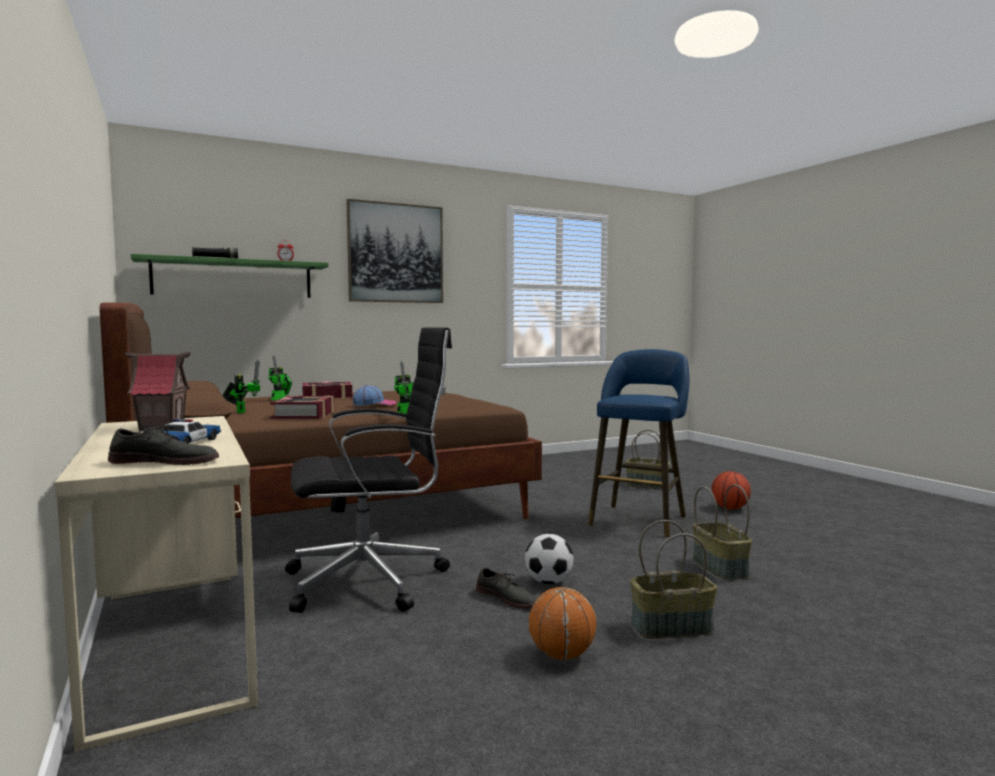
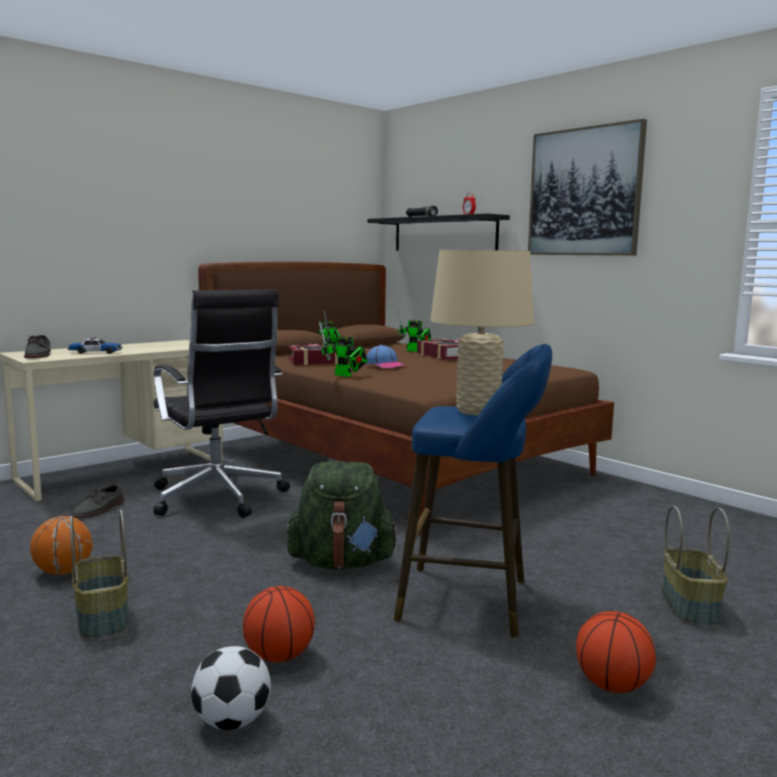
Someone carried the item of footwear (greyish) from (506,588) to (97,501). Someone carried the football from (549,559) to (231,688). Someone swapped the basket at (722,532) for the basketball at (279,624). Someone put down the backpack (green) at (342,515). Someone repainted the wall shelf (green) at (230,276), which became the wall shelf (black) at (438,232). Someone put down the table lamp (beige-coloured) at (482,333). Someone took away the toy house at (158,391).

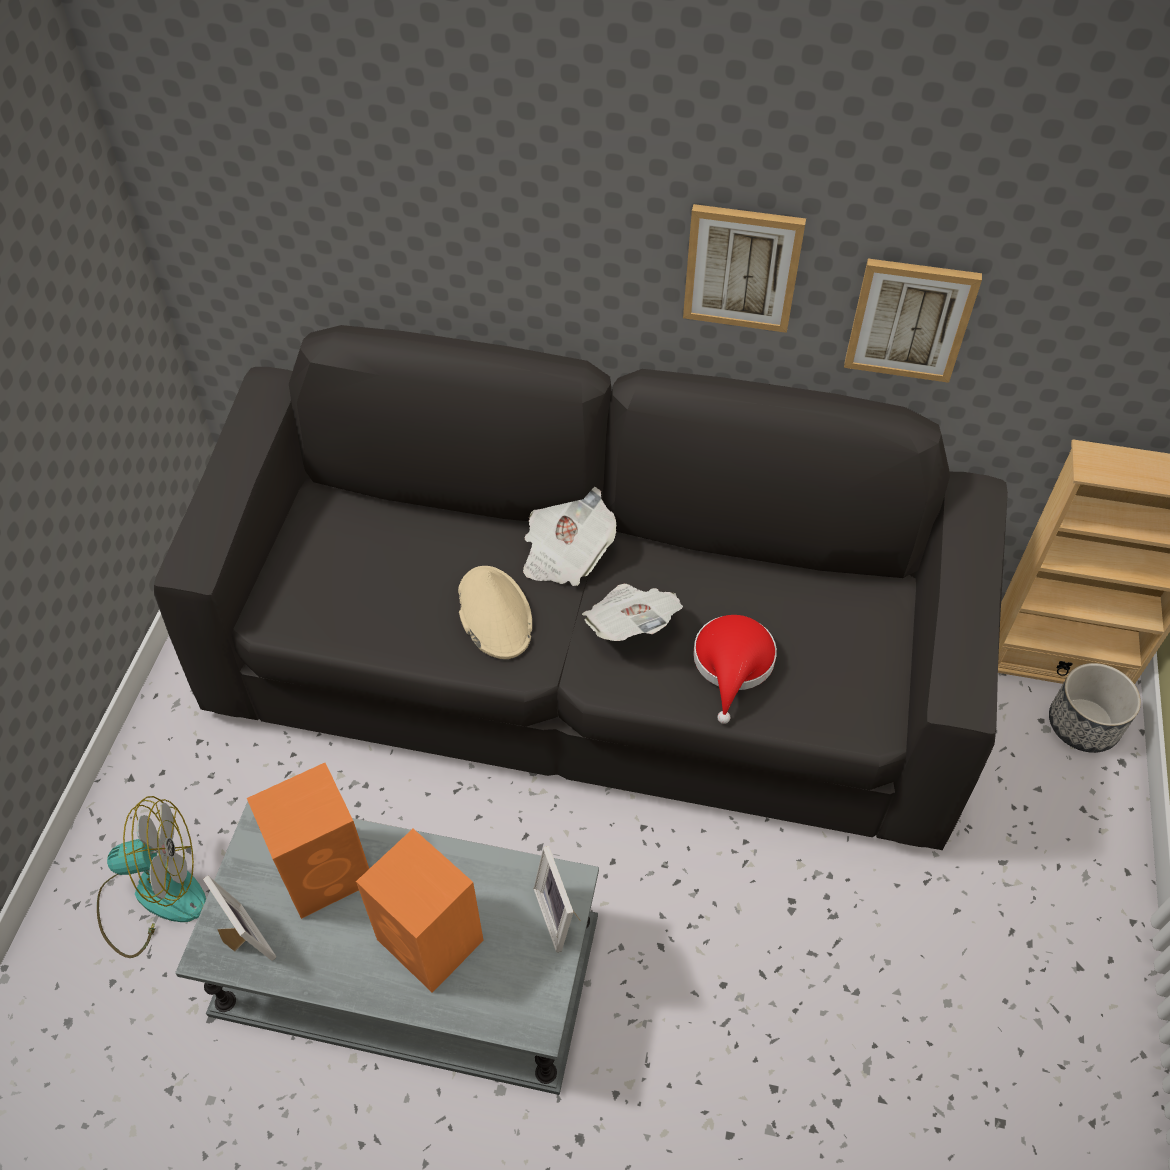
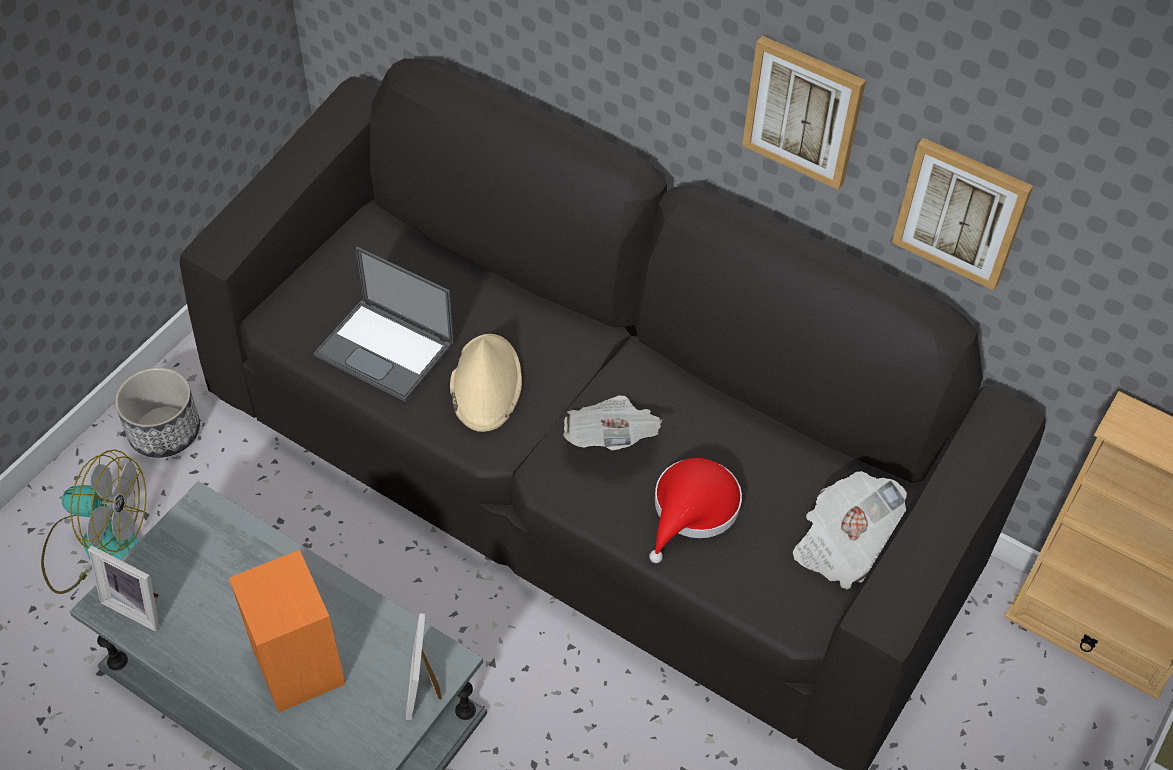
Someone rotated the photo frame at (239,918) by 135 degrees clockwise. Someone carried the flower pot from (1095,708) to (157,412). Someone put down the notebook computer at (384,324). Someone carried the daily paper from (569,536) to (850,530). Someone took away the loudspeaker (orange) at (308,841).

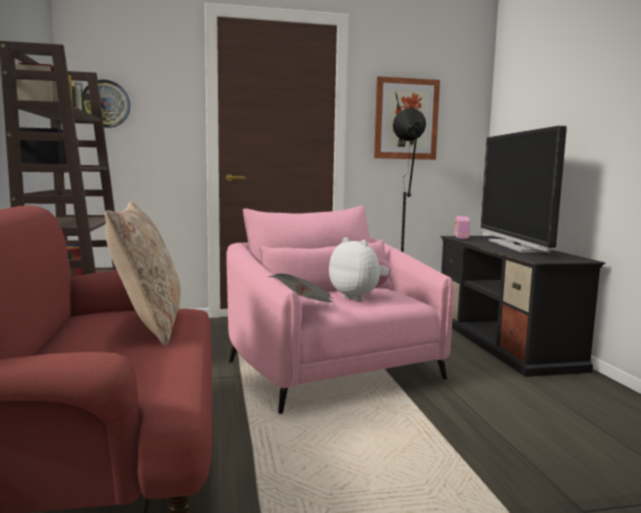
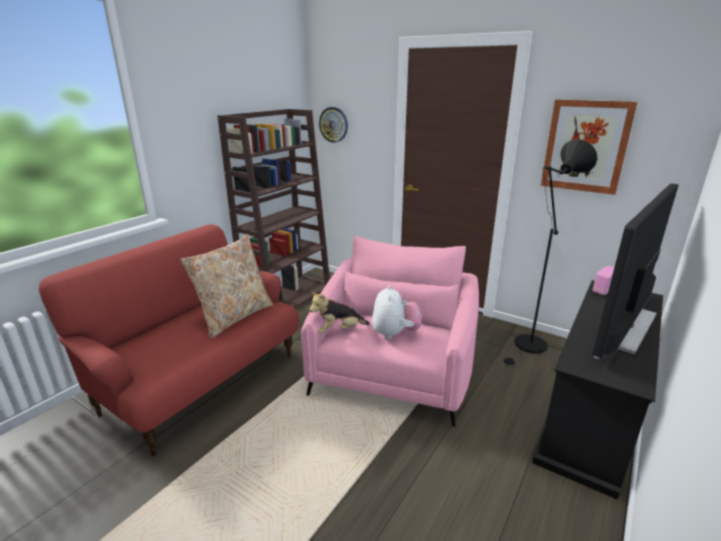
Someone swapped the daily paper at (301,288) for the soft toy at (339,312).

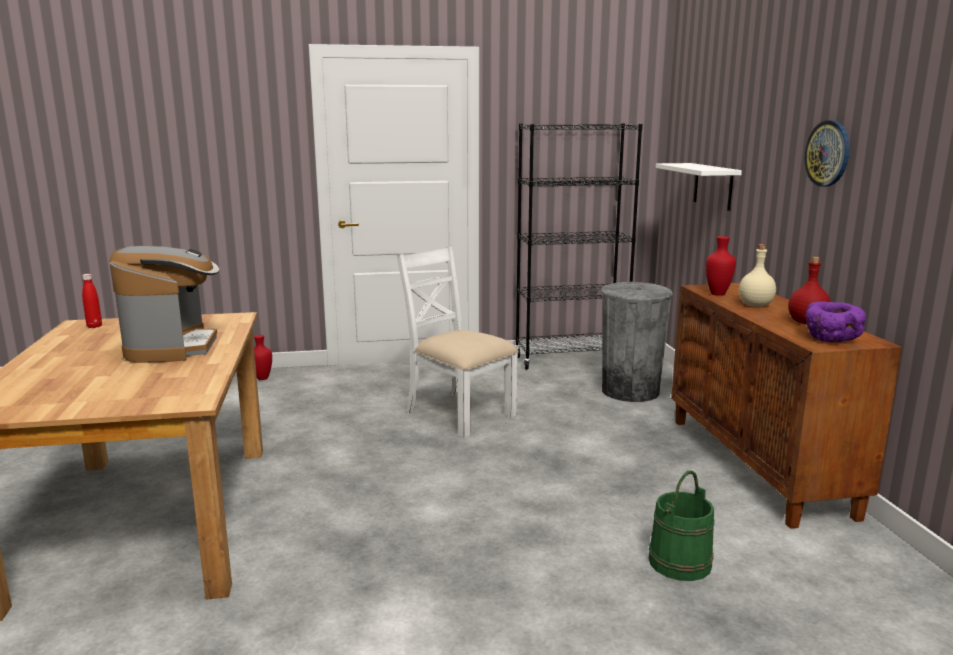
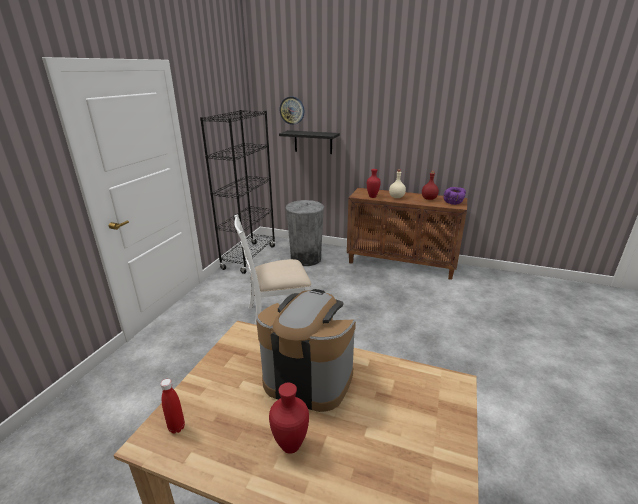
Someone carried the flower vase (red) from (263,357) to (289,418). Someone carried the hanging clock from (827,153) to (291,111). Someone repainted the wall shelf (whitish) at (699,187), which became the wall shelf (black) at (309,142). Someone took away the water bucket (green) at (681,525).

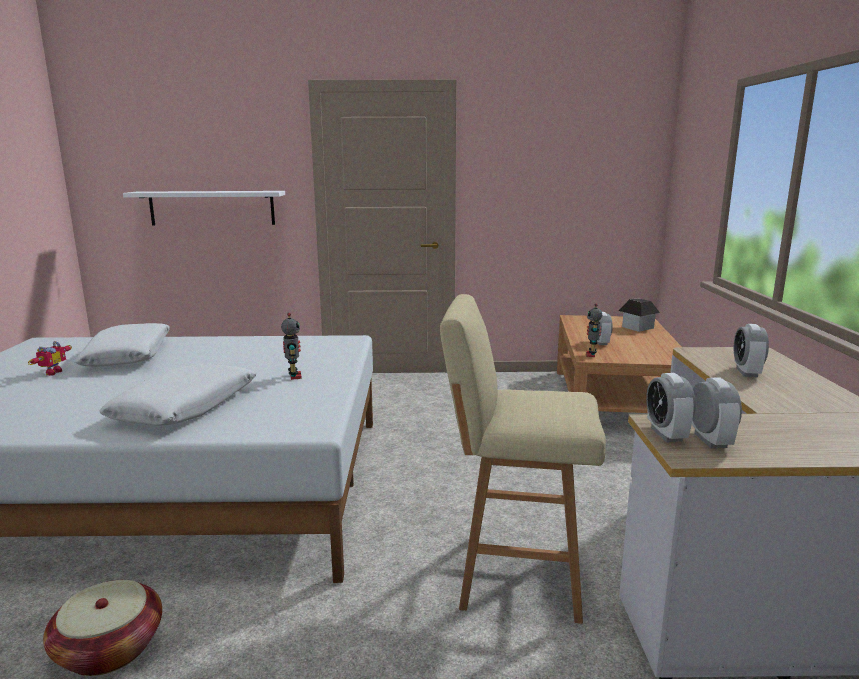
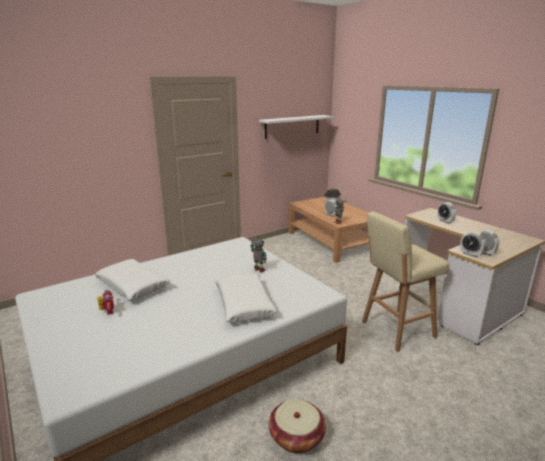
Someone carried the wall shelf (whitish) from (204,208) to (296,127).

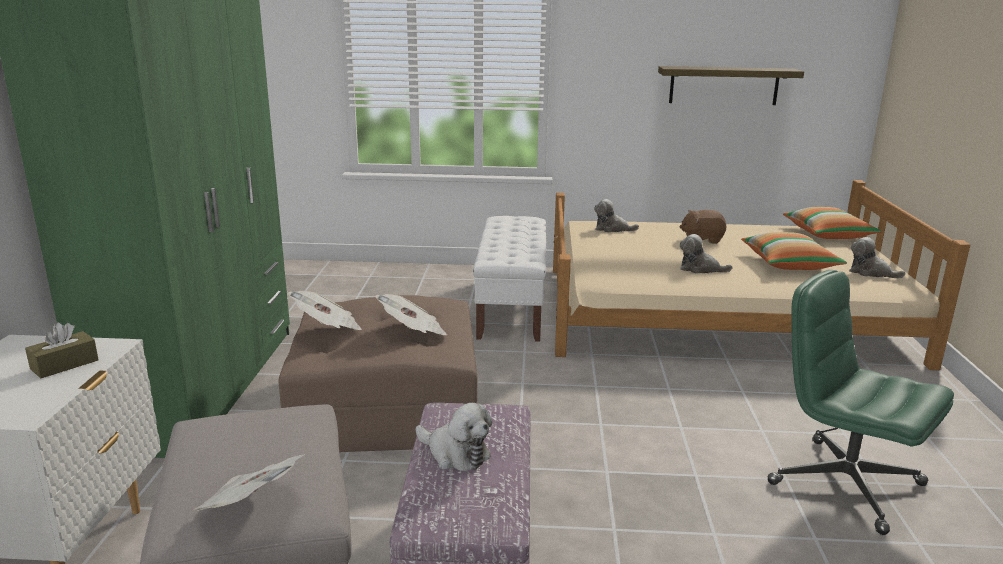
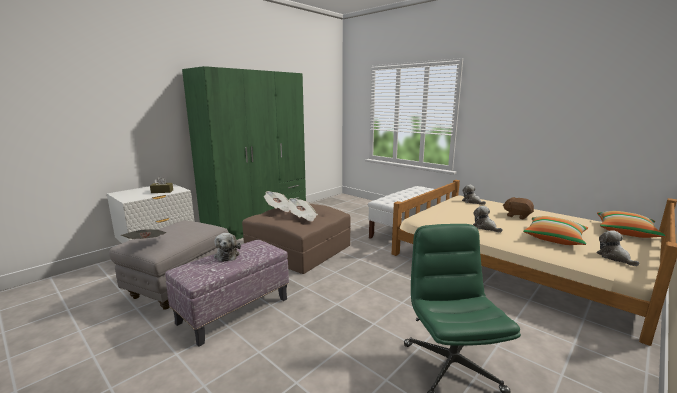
Someone took away the wall shelf at (731,85).

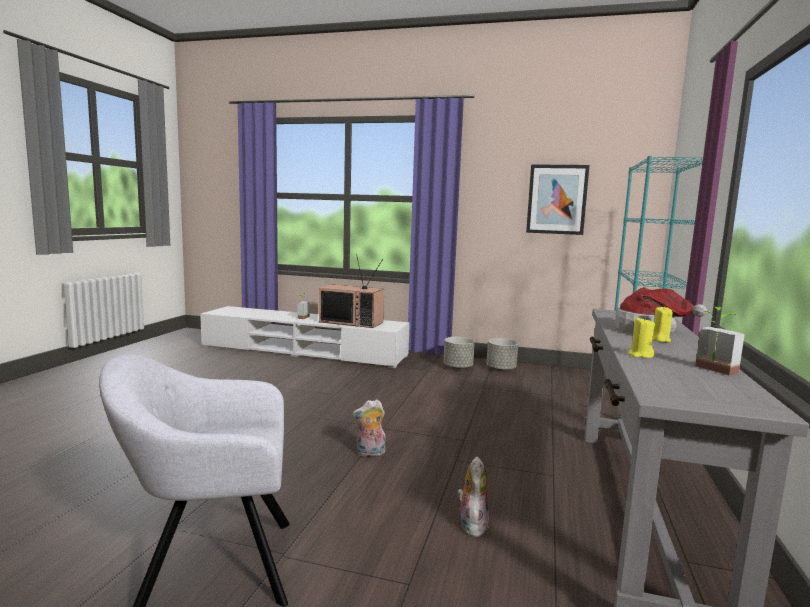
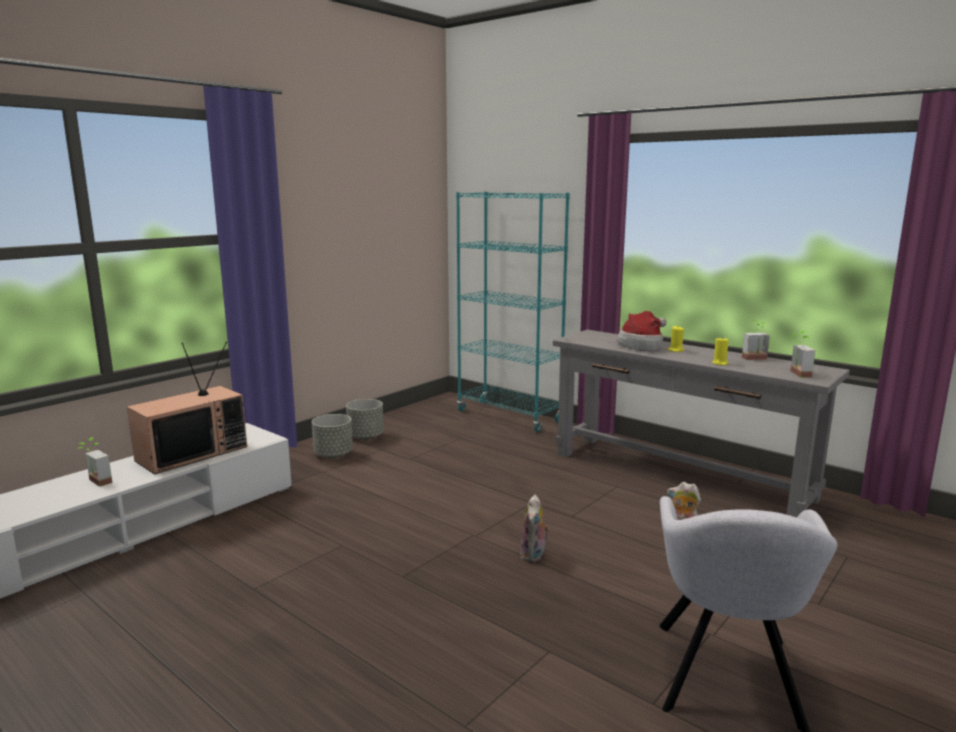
Someone put down the plant in a pot at (802,354). Someone took away the wall art at (558,199).

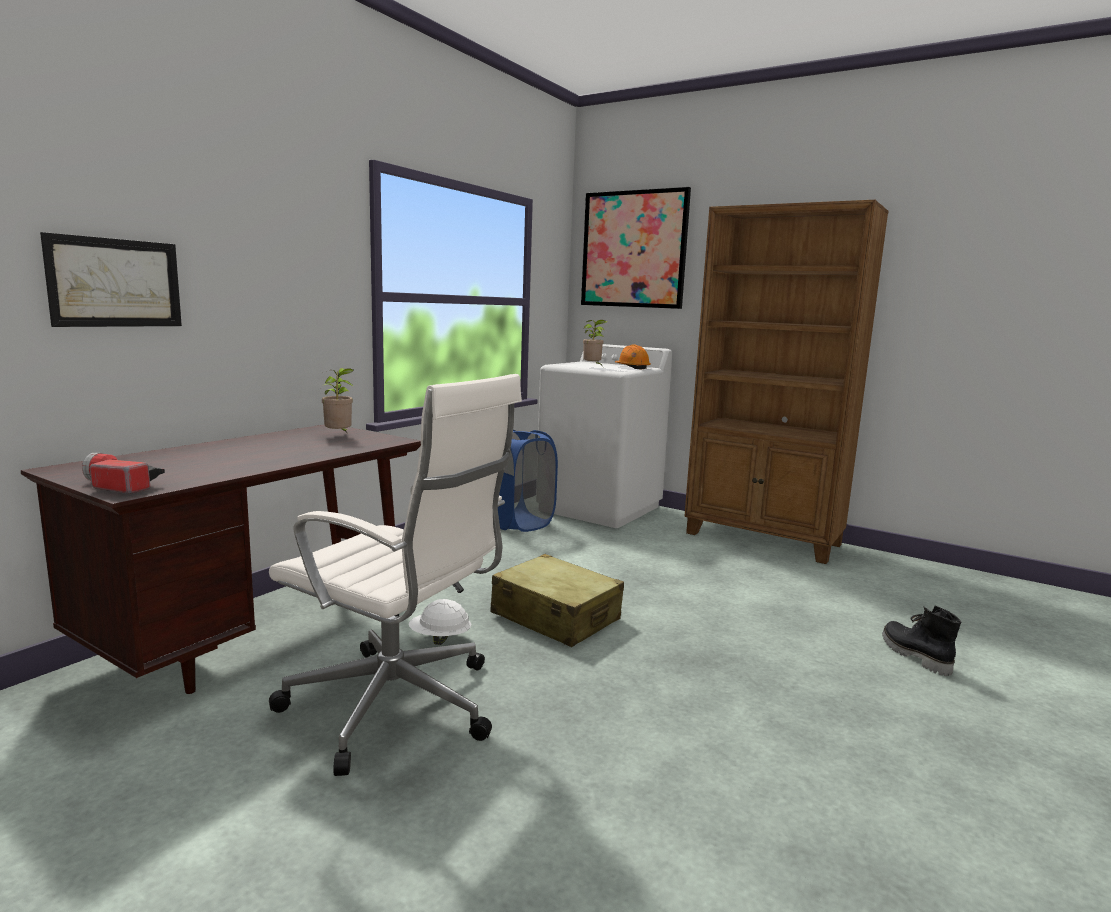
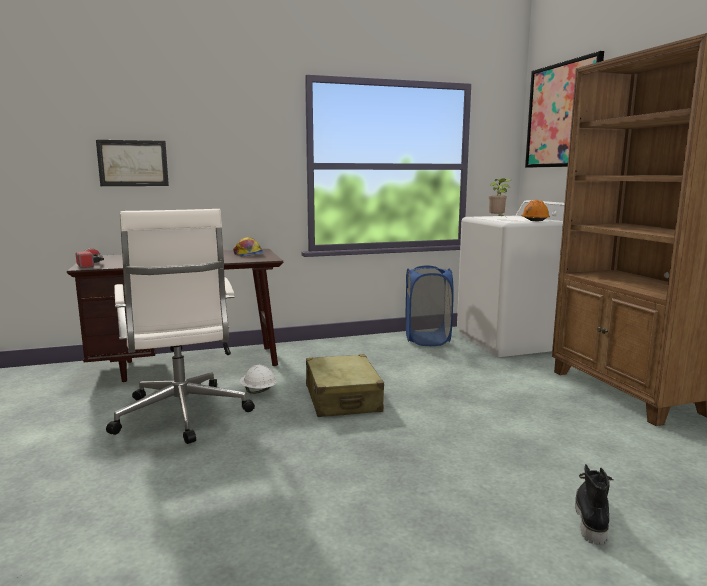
Someone swapped the plant in a pot at (337,400) for the cap at (248,247).

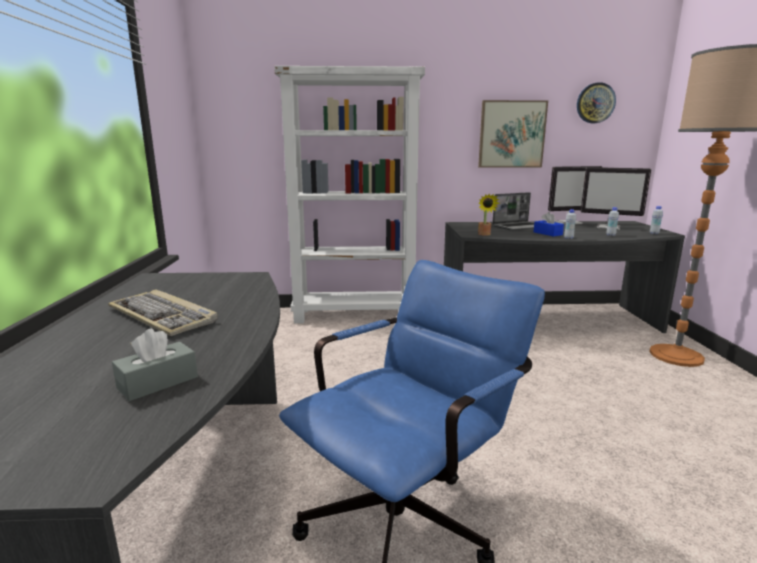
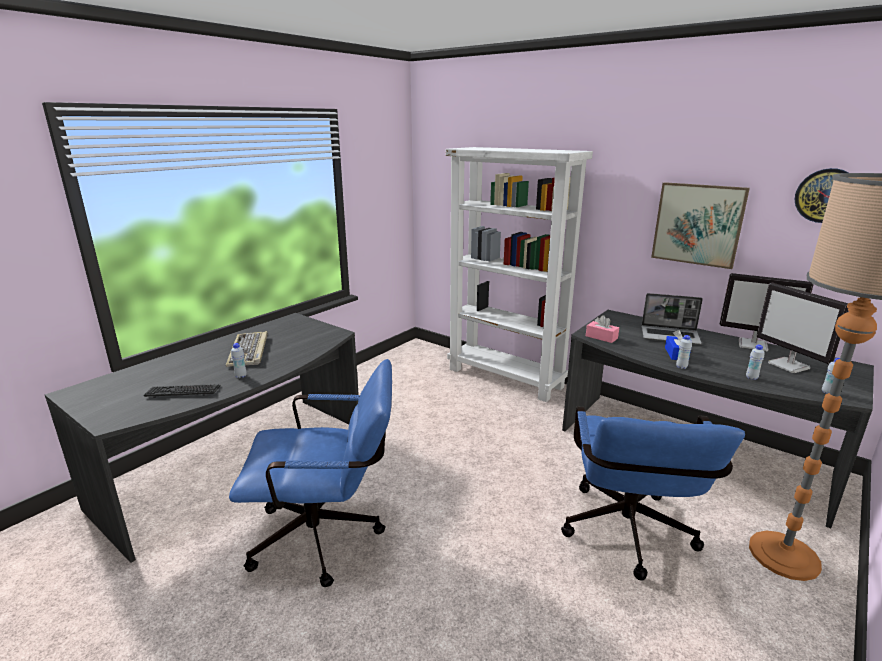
Someone swapped the box of tissues (greyish) at (155,364) for the PC keyboard at (182,391). Someone put down the beverage bottle (whitish) at (239,360). Someone put down the office chair (bluish) at (653,493). Someone swapped the plant in a pot at (489,214) for the box of tissues (pinkish) at (602,329).

